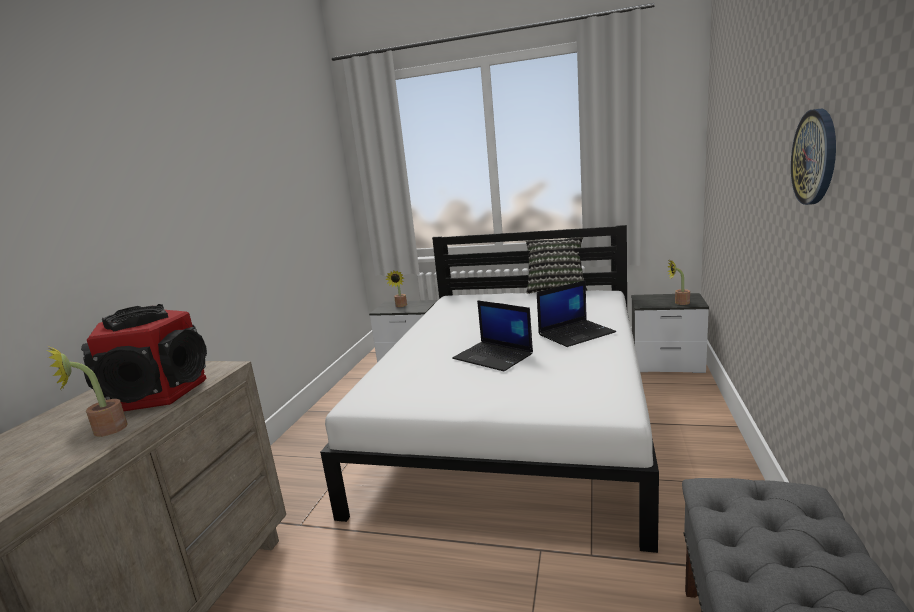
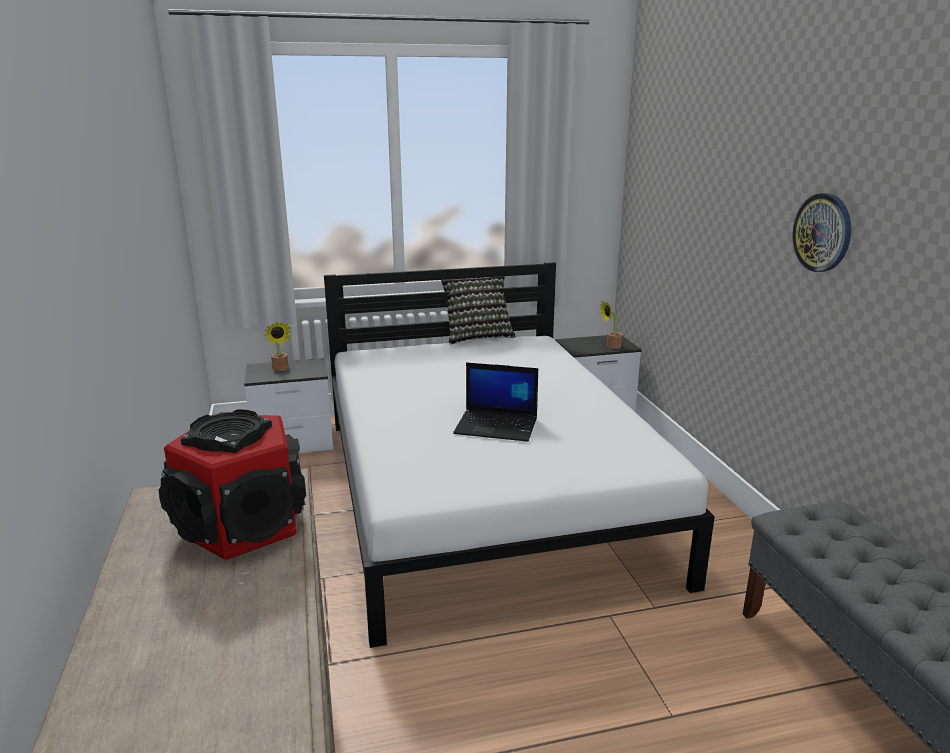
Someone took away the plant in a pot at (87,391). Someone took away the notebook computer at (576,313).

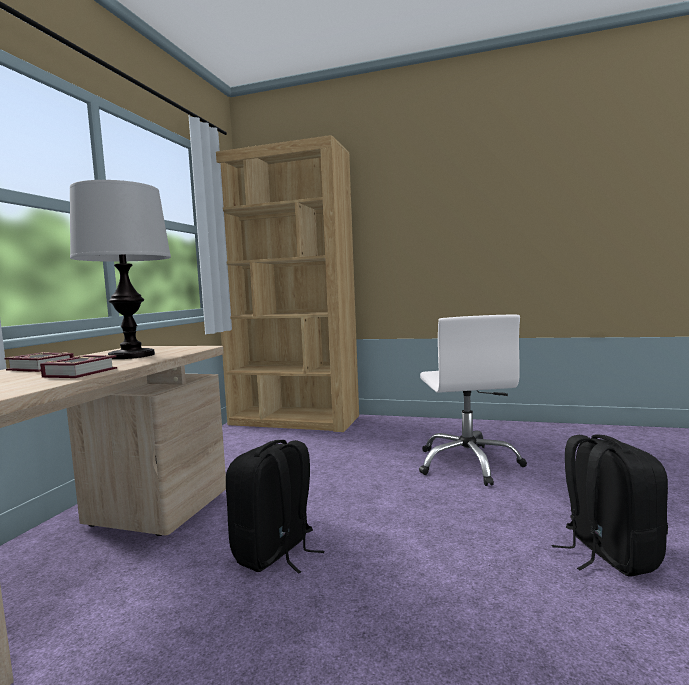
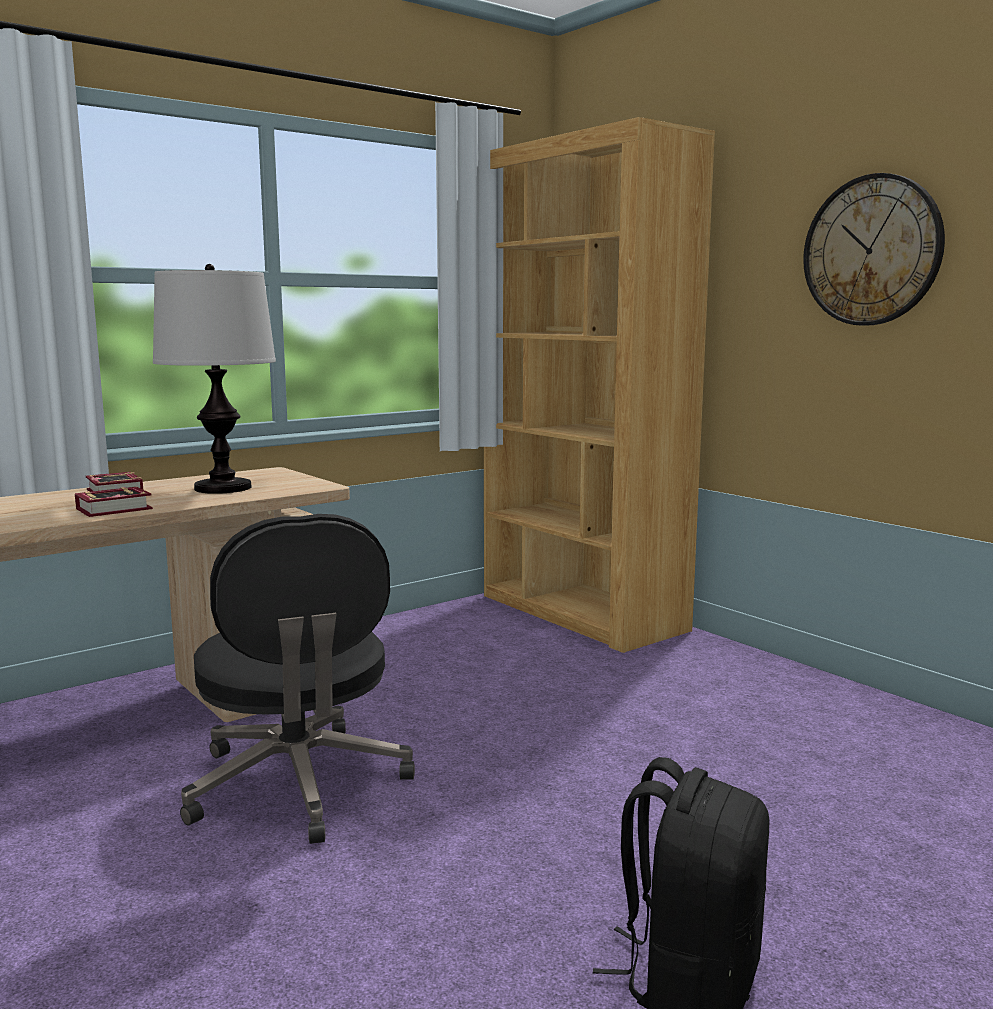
Someone swapped the backpack (black) at (275,507) for the office chair (black) at (297,679). Someone put up the hanging clock at (874,249). Someone took away the office chair (whitish) at (473,400).

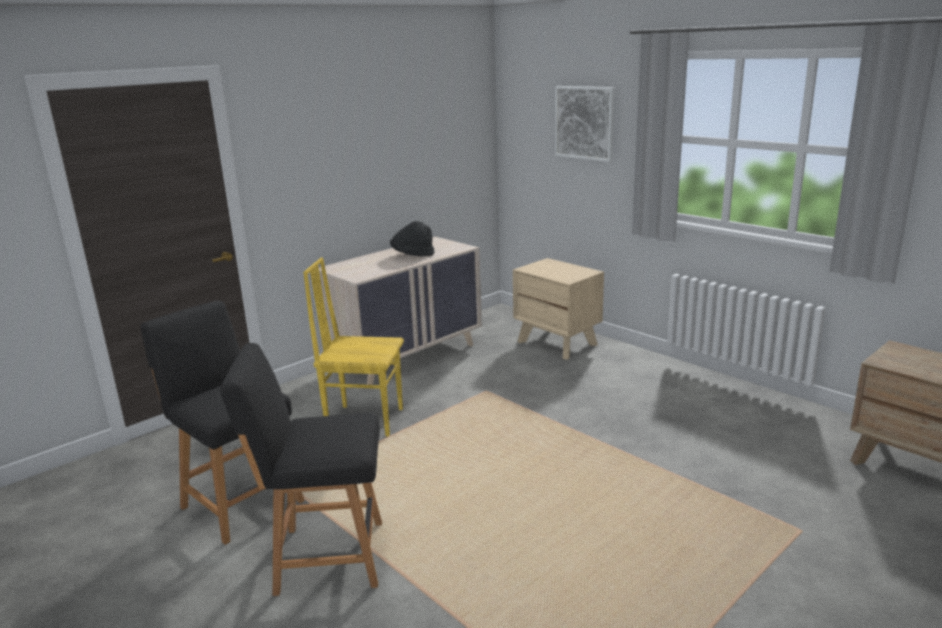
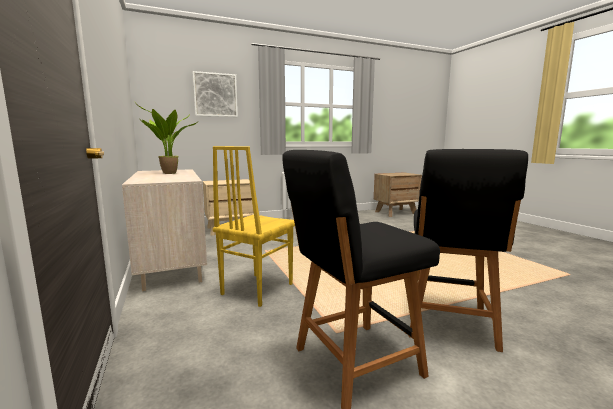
Someone swapped the hat (black) at (412,239) for the plant in a pot at (167,139).

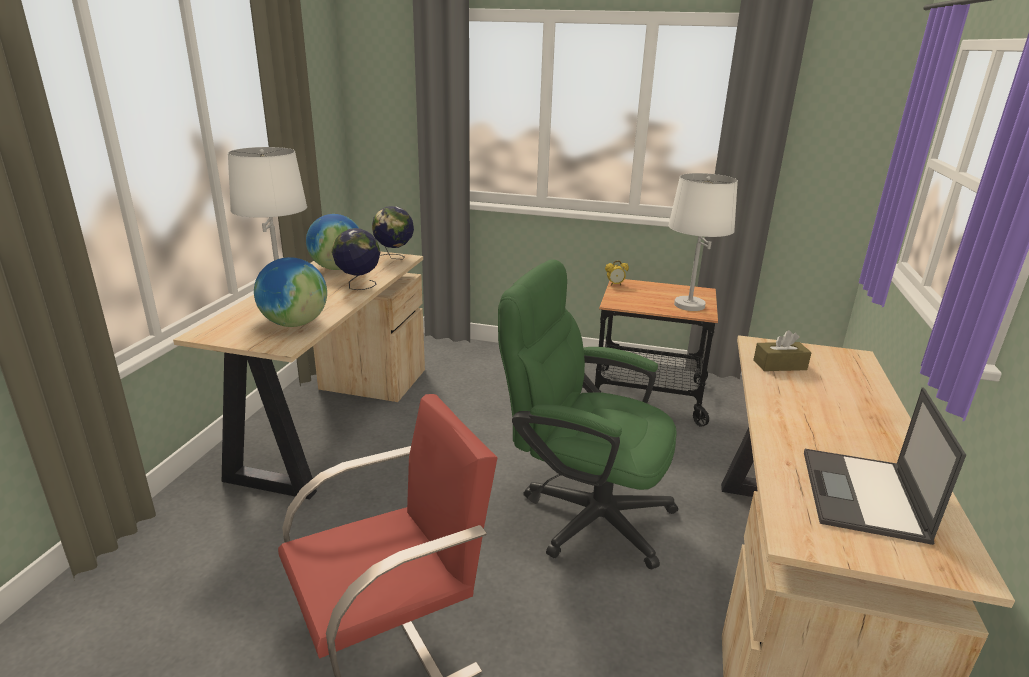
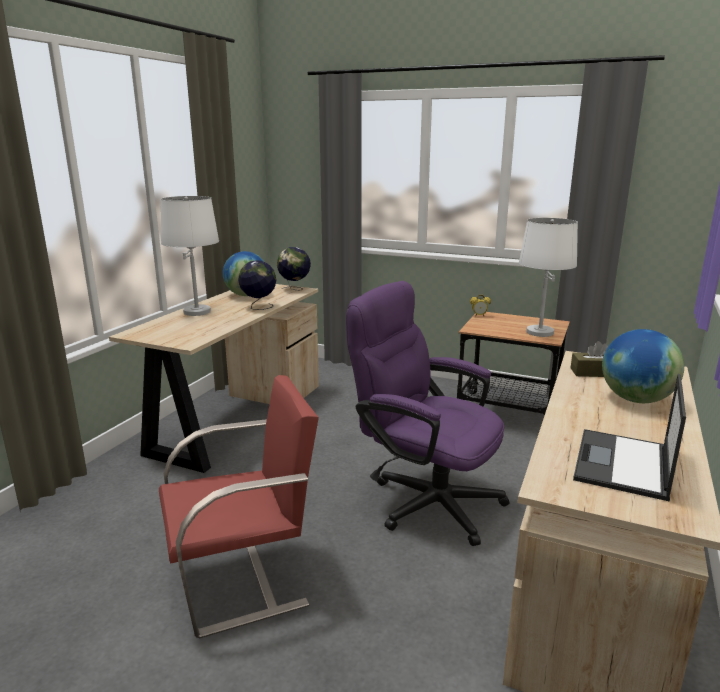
Someone repainted the office chair (green) at (588,414), which became the office chair (purple-coloured) at (428,413). Someone carried the world globe from (290,292) to (643,366).

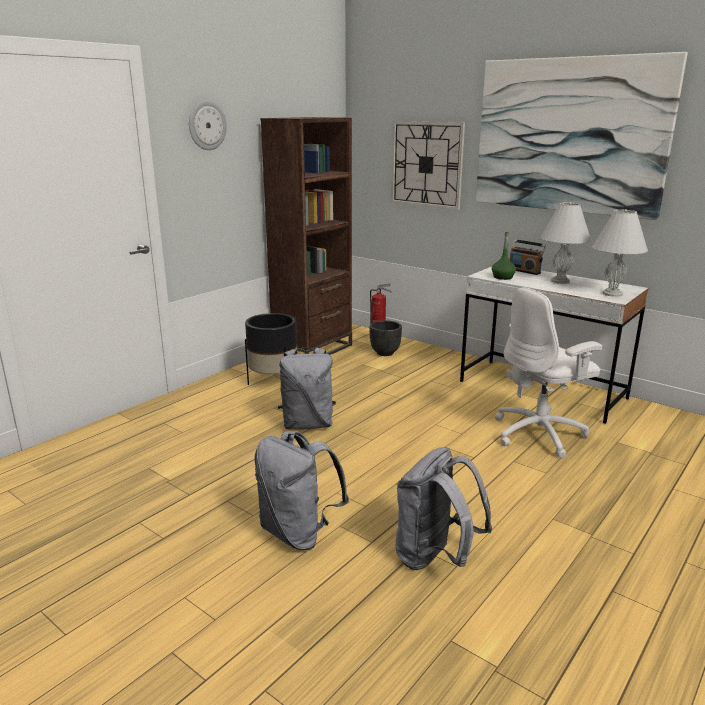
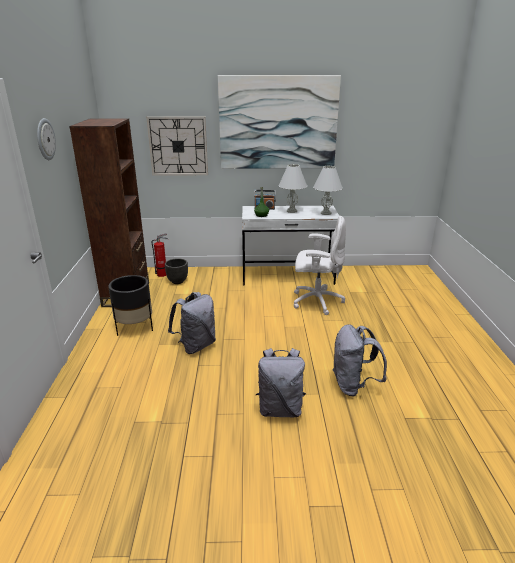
Someone rotated the office chair (whitish) at (548,372) by 105 degrees counterclockwise.

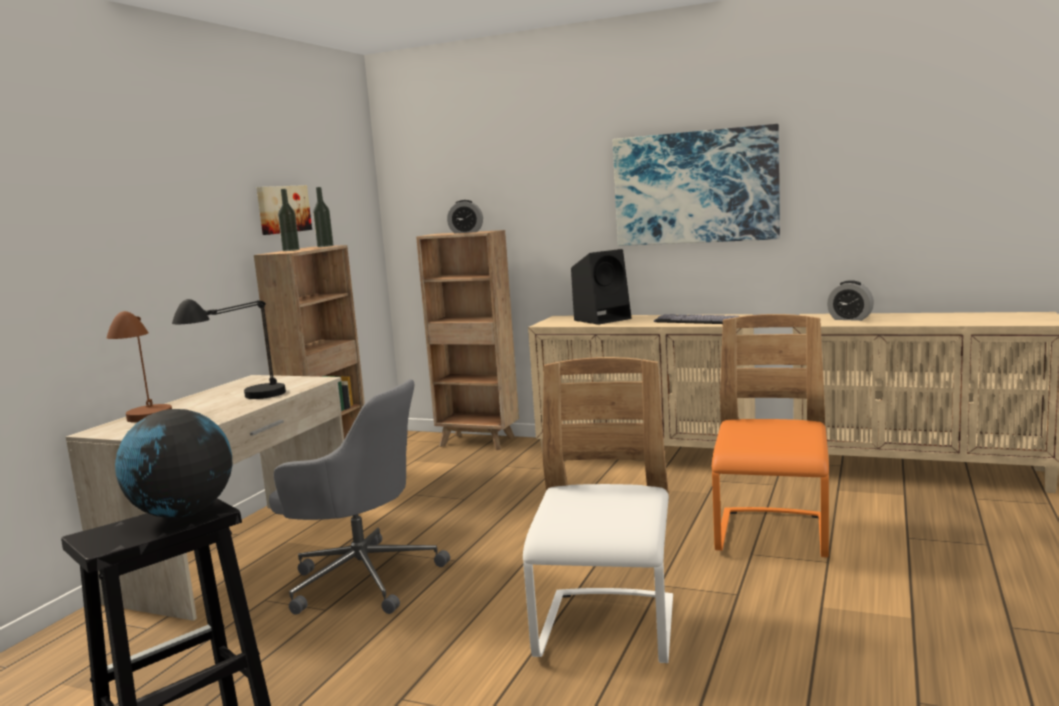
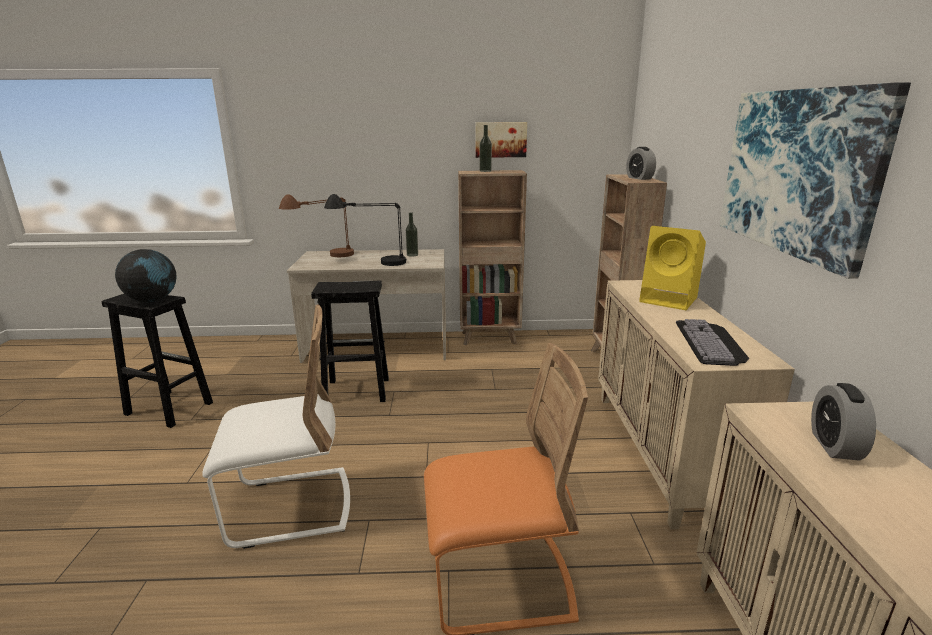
Someone swapped the office chair (greyish) at (359,497) for the stool seat (black) at (350,341). Someone carried the beverage bottle from (323,217) to (412,234). Someone repainted the loudspeaker (black) at (601,287), which became the loudspeaker (yellow) at (672,268).

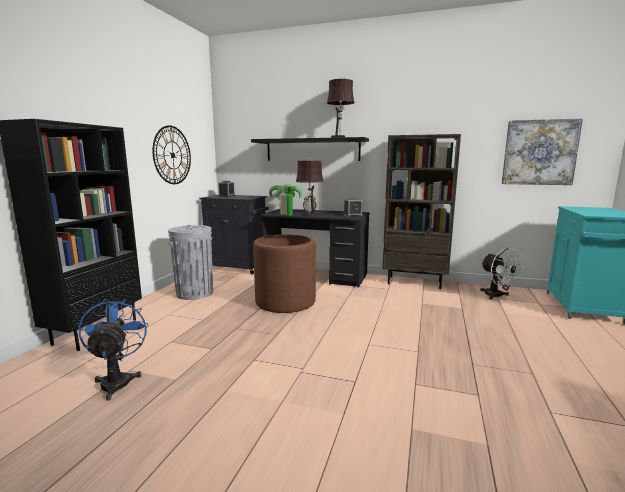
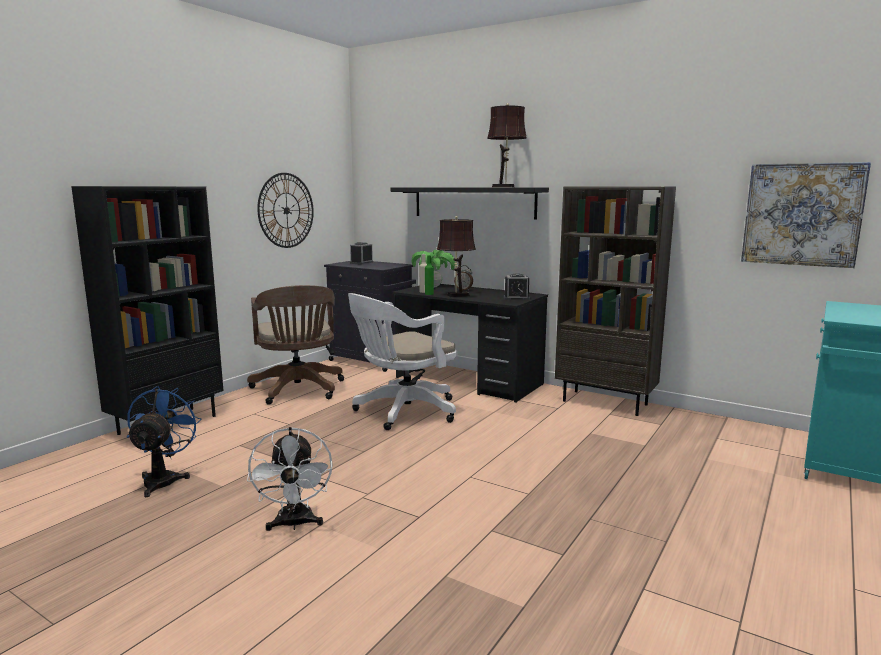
Someone swapped the waste bin (greyish) at (190,262) for the office chair (brown-coloured) at (295,345). Someone carried the cooling fan (whitish) from (502,274) to (290,479). Someone swapped the flower pot (brown-coloured) at (284,274) for the office chair (whitish) at (402,361).

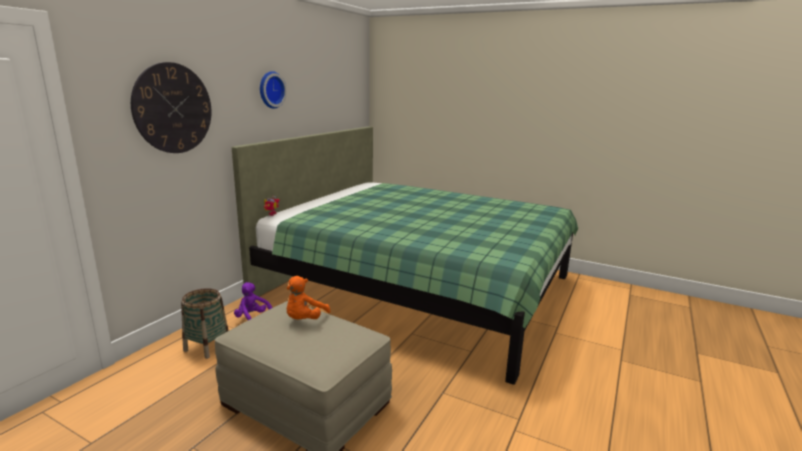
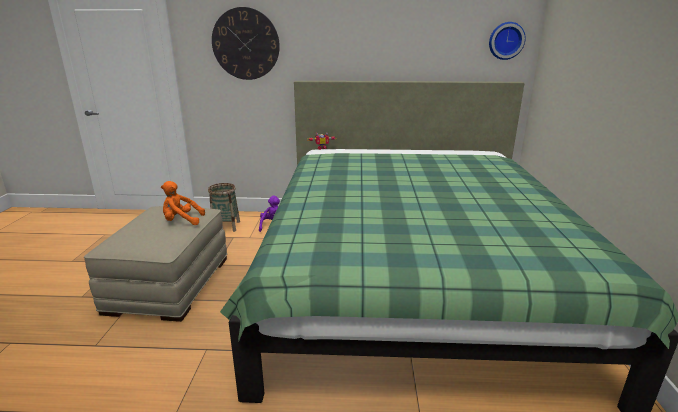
Someone carried the hanging clock from (273,90) to (507,41).

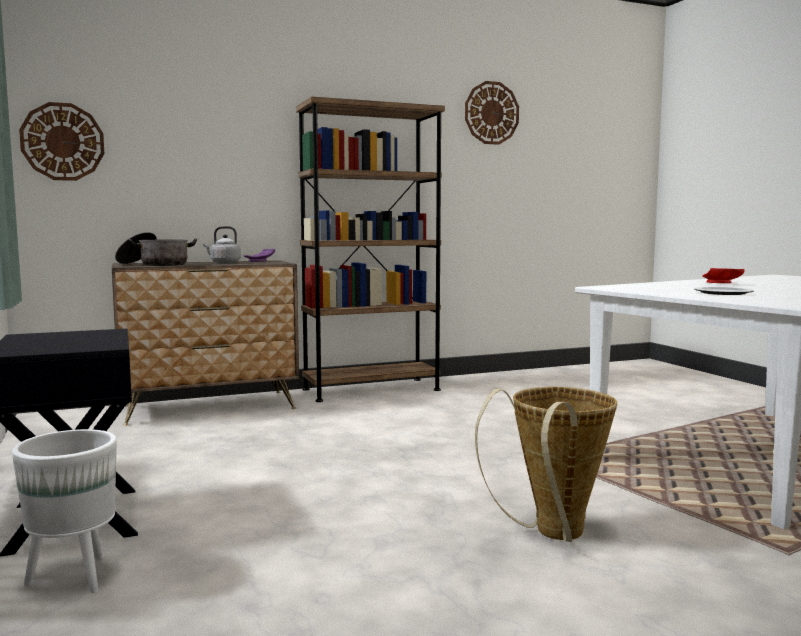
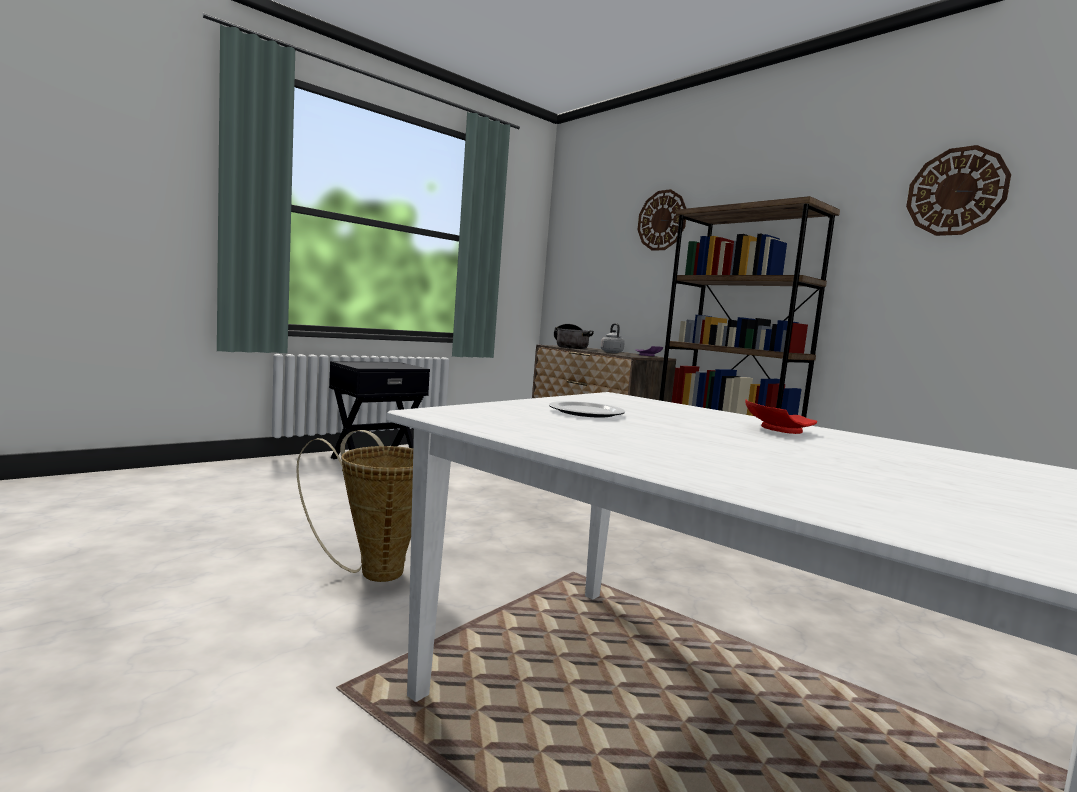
Someone carried the hanging clock from (61,141) to (662,220). Someone took away the flower pot (whitish) at (64,511).

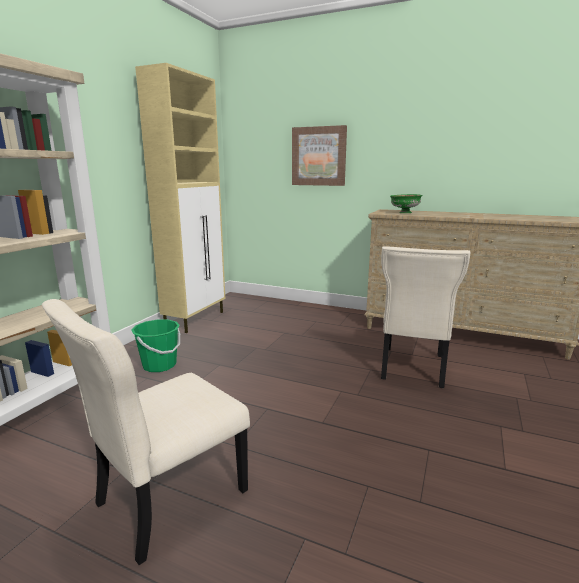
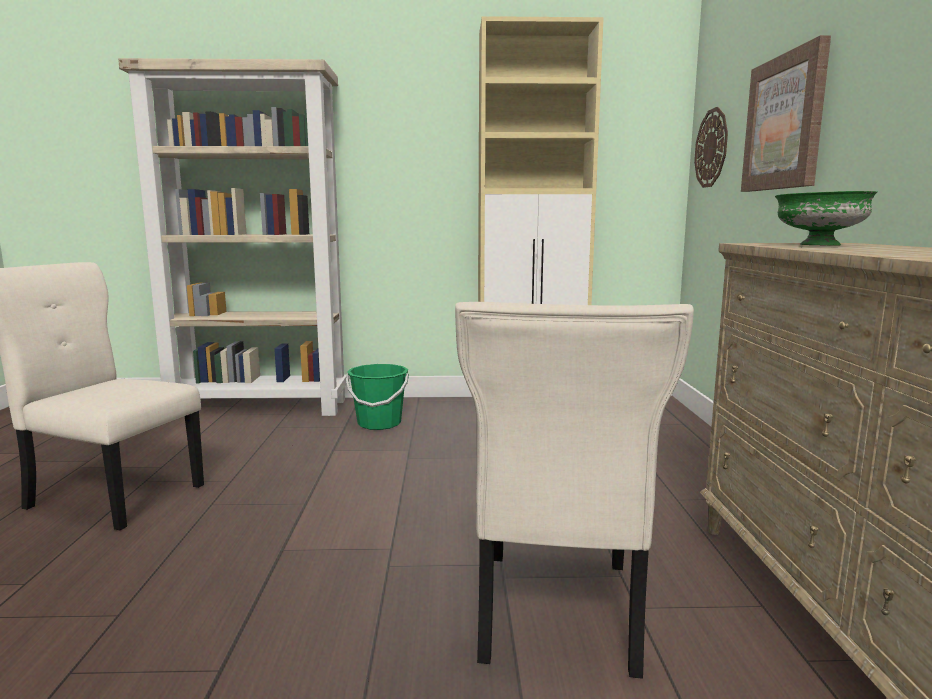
Someone rotated the chair (beige-coloured) at (425,317) by 75 degrees counterclockwise. Someone put up the hanging clock at (711,147).

